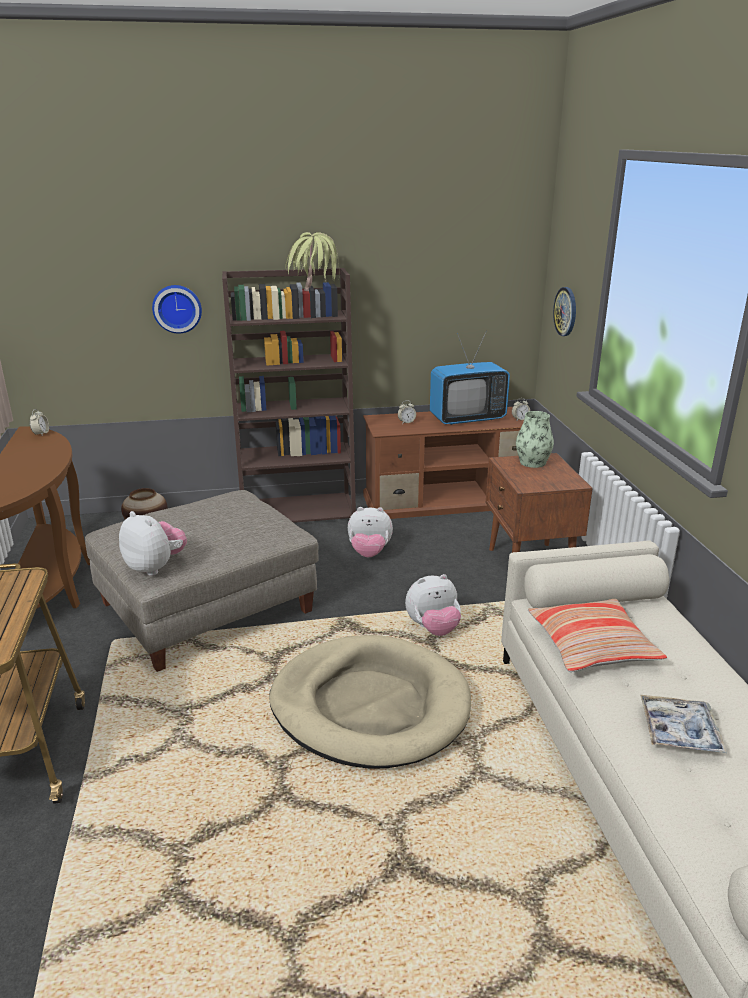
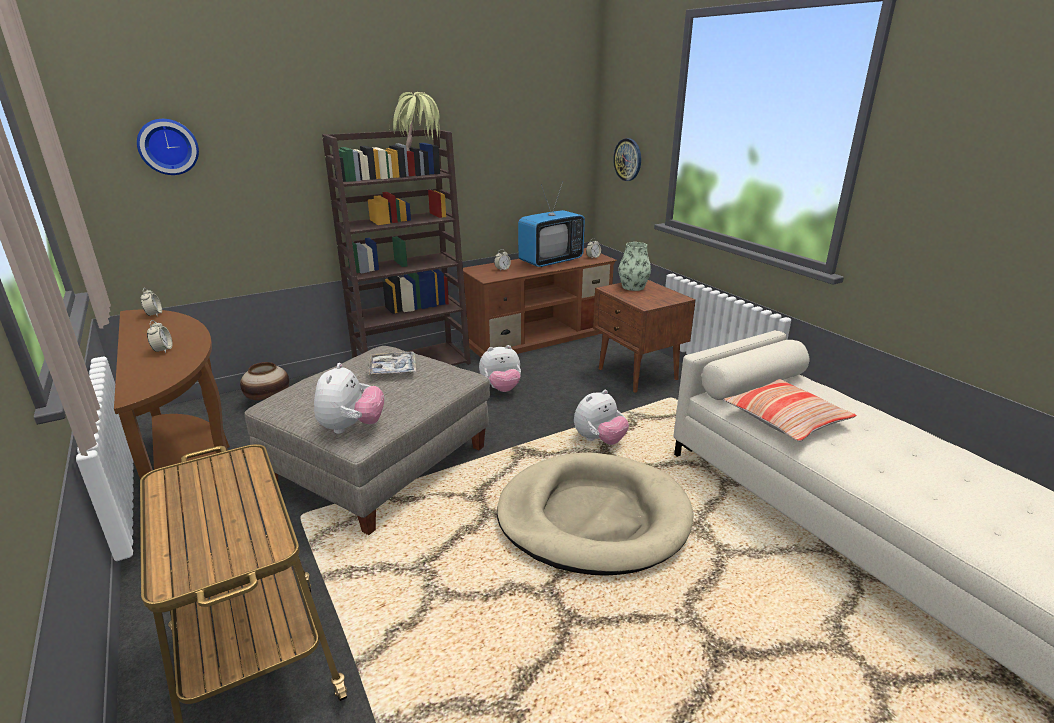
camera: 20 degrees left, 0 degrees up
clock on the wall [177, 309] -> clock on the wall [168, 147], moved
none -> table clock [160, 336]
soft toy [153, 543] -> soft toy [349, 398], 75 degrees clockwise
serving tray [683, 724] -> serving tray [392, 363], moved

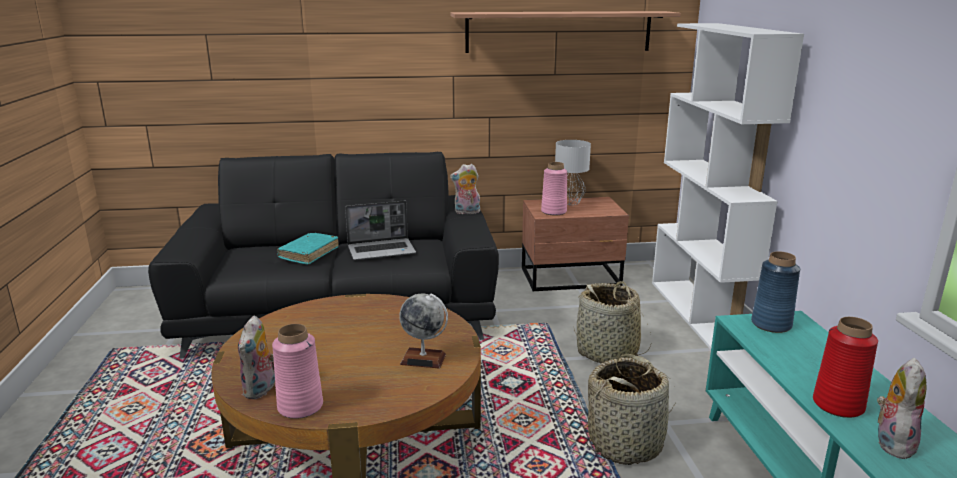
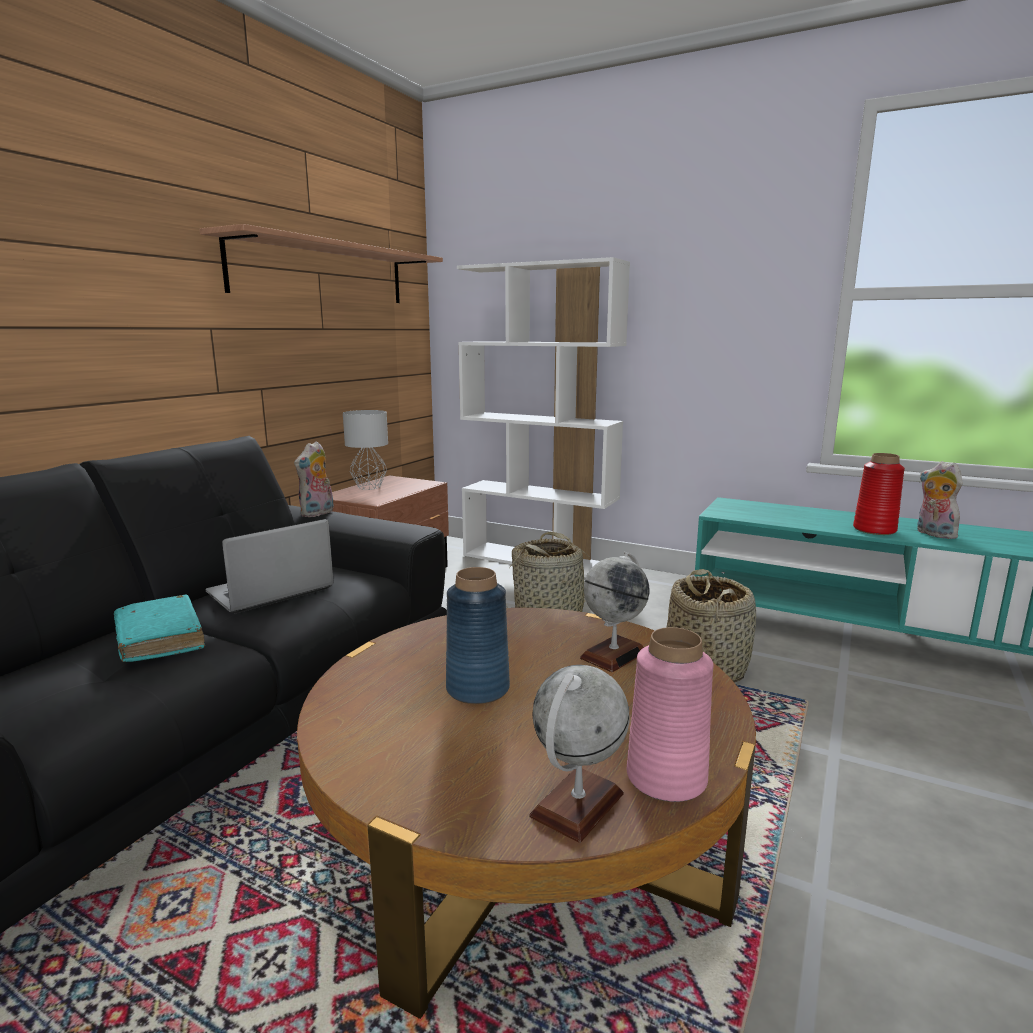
camera: 55 degrees left, 5 degrees down
laptop [380, 230] -> laptop [270, 566], 150 degrees counterclockwise
blue flower vase [775, 292] -> blue flower vase [478, 635], moved
soft toy [256, 357] -> desk globe [579, 754]
pink flower vase [554, 189] -> none

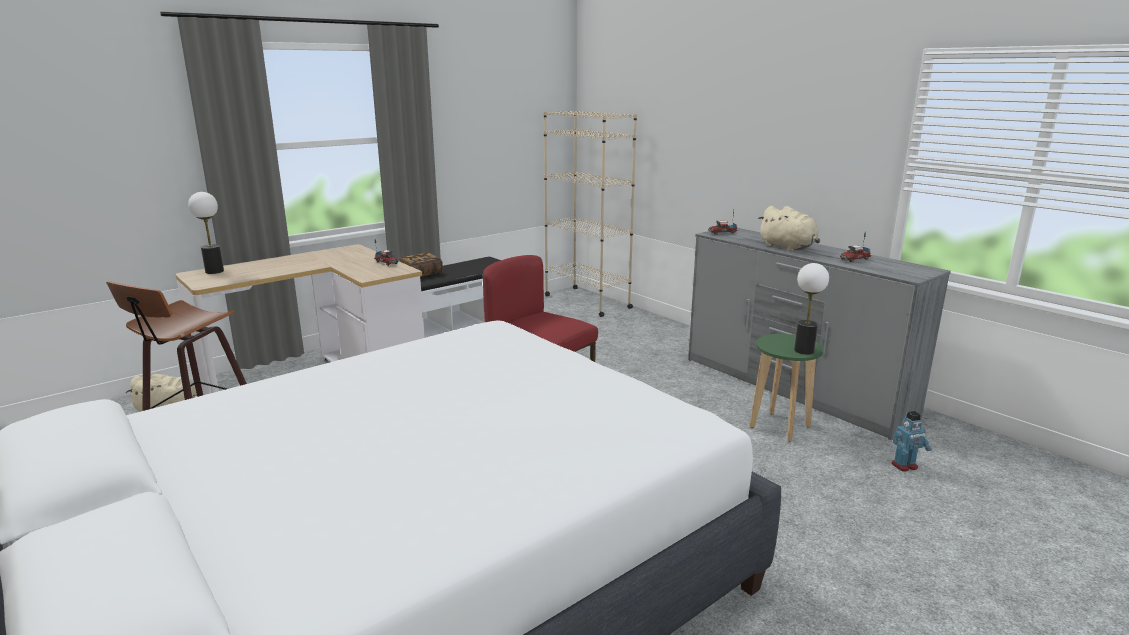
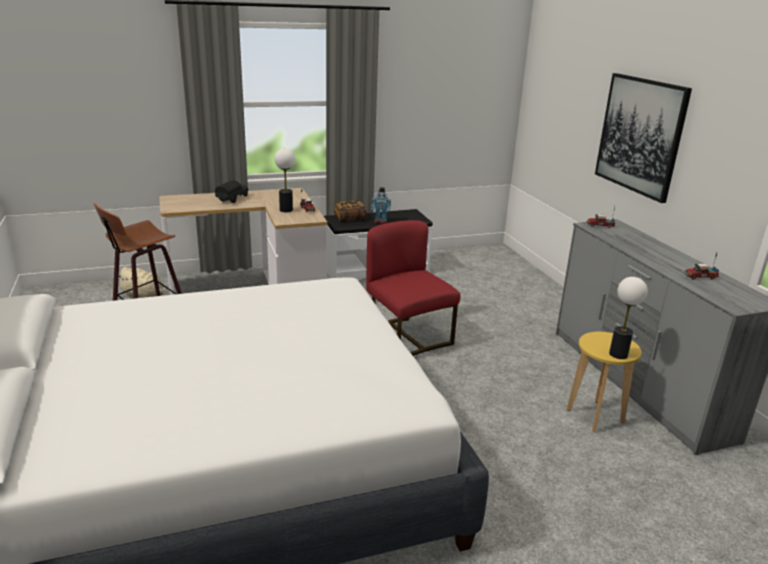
camera: 20 degrees right, 5 degrees up
none -> toy truck [232, 191]
table lamp [206, 233] -> table lamp [284, 180], moved
robot figure [911, 441] -> robot figure [381, 205], moved
green-coloured sitting stool [787, 388] -> yellow sitting stool [604, 382]
none -> picture [643, 138]
sand-coloured bookcase [590, 213] -> none
sand-coloured soft toy [789, 228] -> none

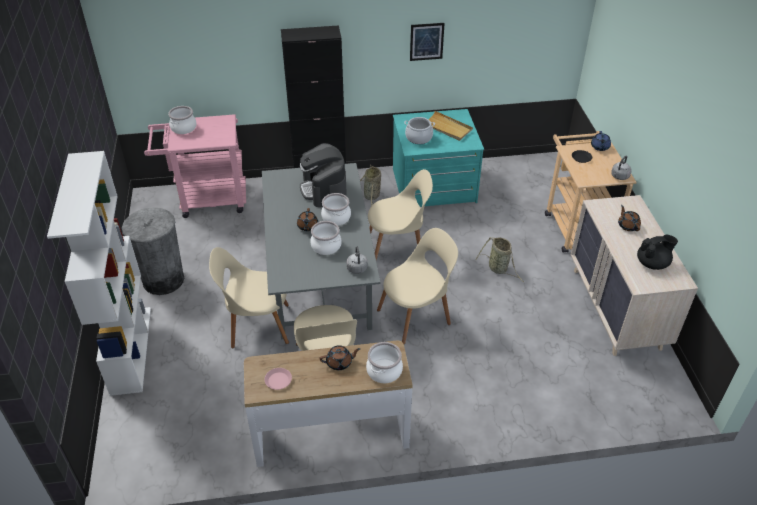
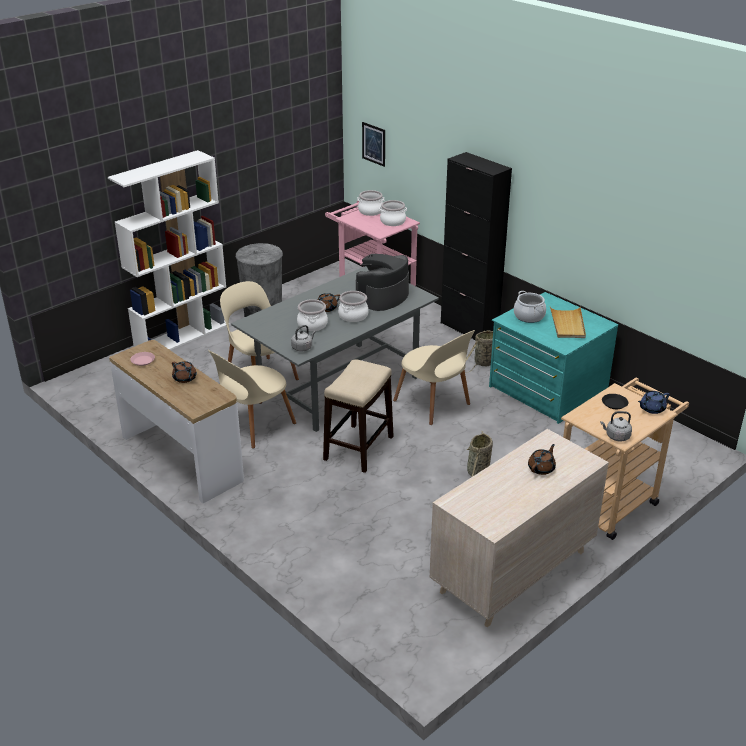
camera: 55 degrees right, 10 degrees down
sand-coloured plain chair [417, 286] -> sitting stool [358, 416]
picture [427, 42] -> picture [373, 144], moved
saucepot [384, 362] -> saucepot [393, 213], moved
black-coloured tea pot [657, 252] -> none

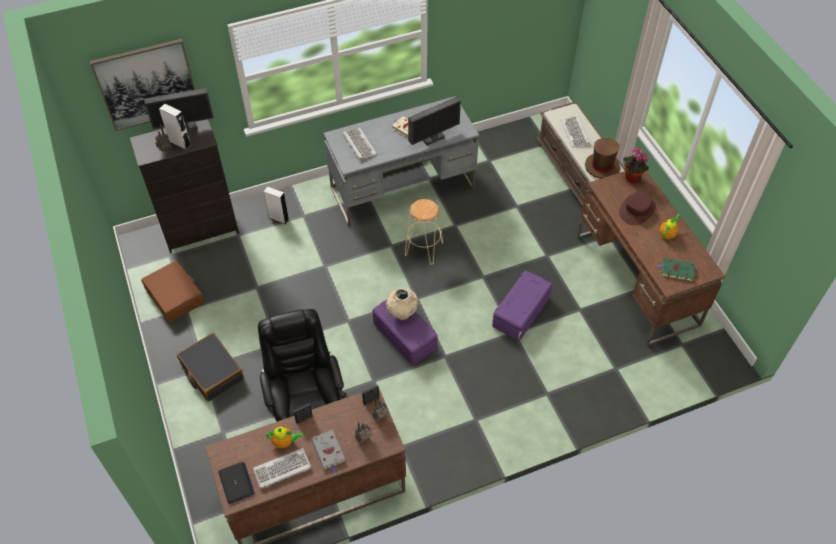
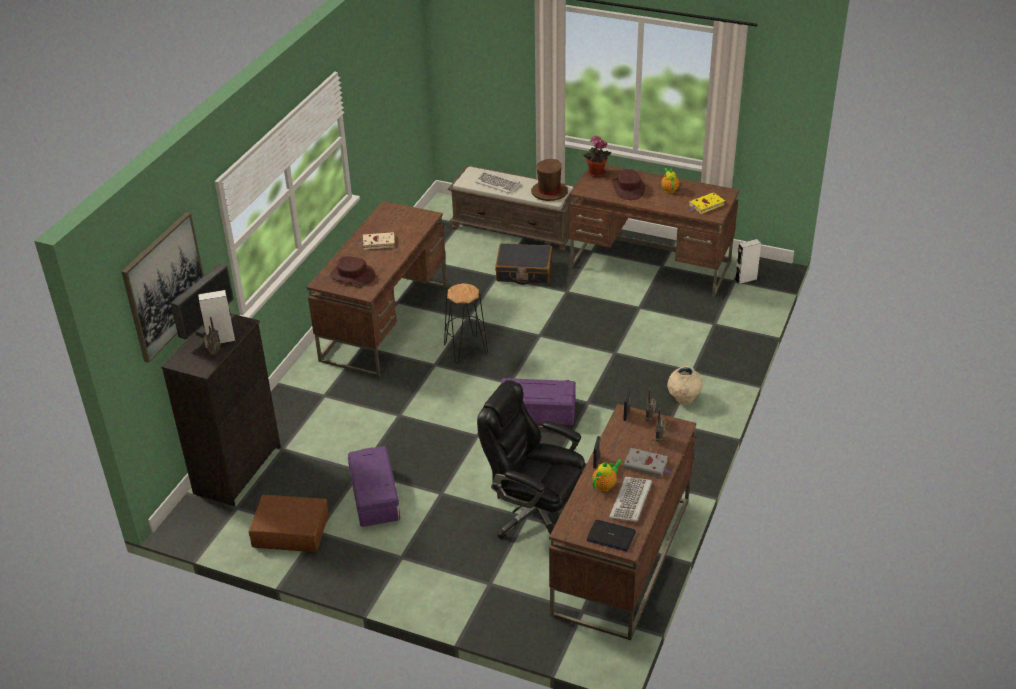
camera: 45 degrees left, 15 degrees down
grey desk table [401, 162] -> brownish desk table [377, 289]
PC keyboard [360, 143] -> brownish wearable hat [353, 270]
purplish storage box [522, 306] -> purplish storage box [374, 486], moved
sand-coloured sitting stool [424, 232] -> black-coloured sitting stool [466, 323]
black-coloured suitcase [210, 367] -> black-coloured suitcase [523, 264], moved
sand-coloured flower vase [402, 304] -> sand-coloured flower vase [684, 385], moved
green-coloured volume [675, 270] -> yellow volume [707, 203]
white-coloured audio speaker [276, 205] -> white-coloured audio speaker [748, 261], moved
monitor [434, 121] -> none

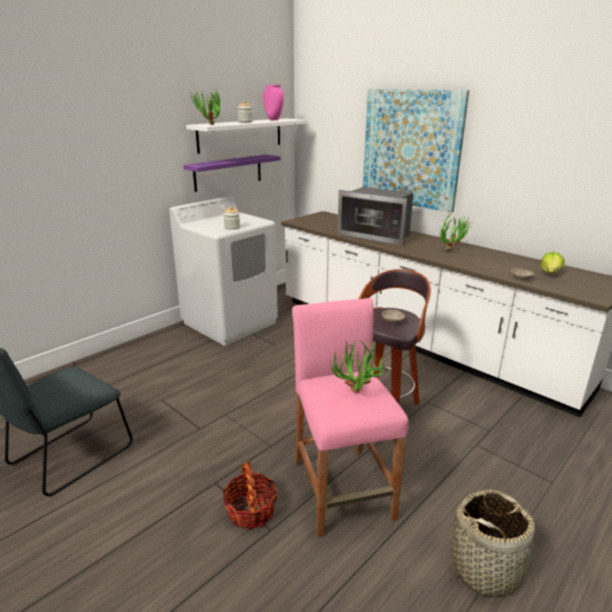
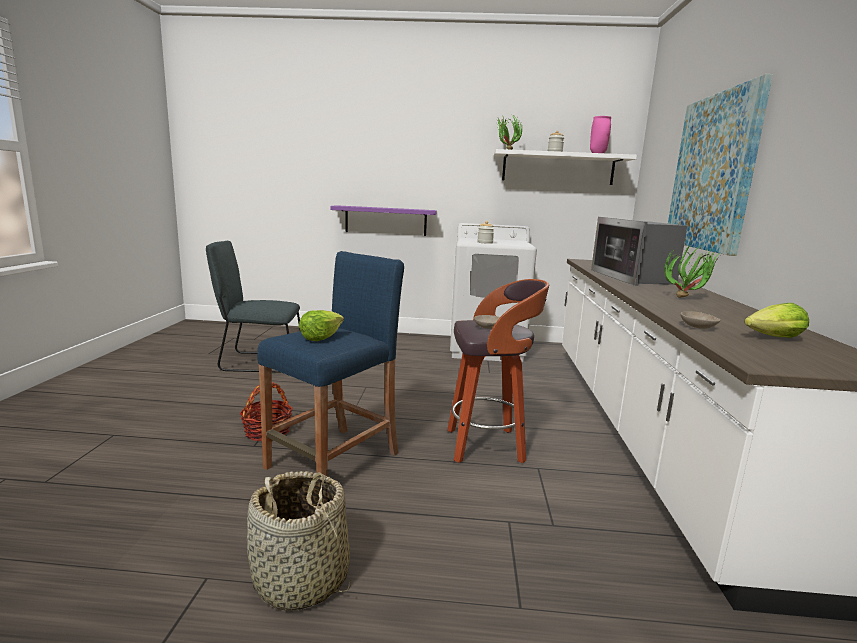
camera: 50 degrees right, 10 degrees down
pink sitting stool [350, 417] -> blue sitting stool [330, 363]
houseplant [358, 366] -> lettuce [321, 325]
purplish wall shelf [232, 173] -> purplish wall shelf [384, 220], moved

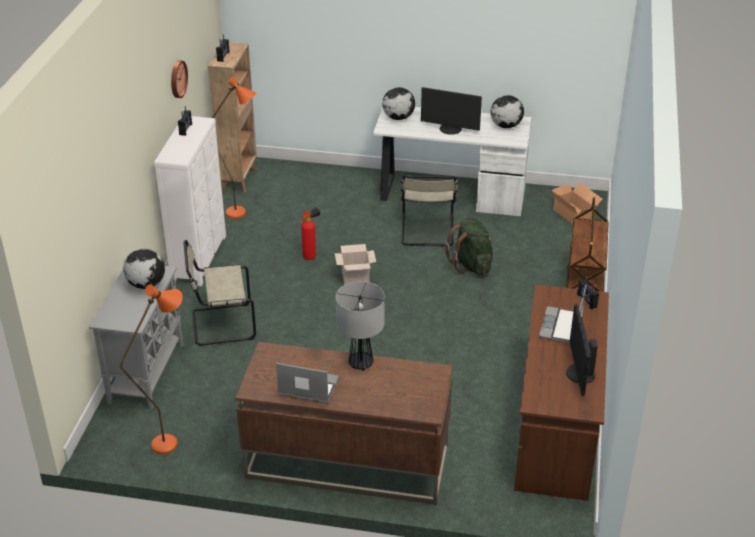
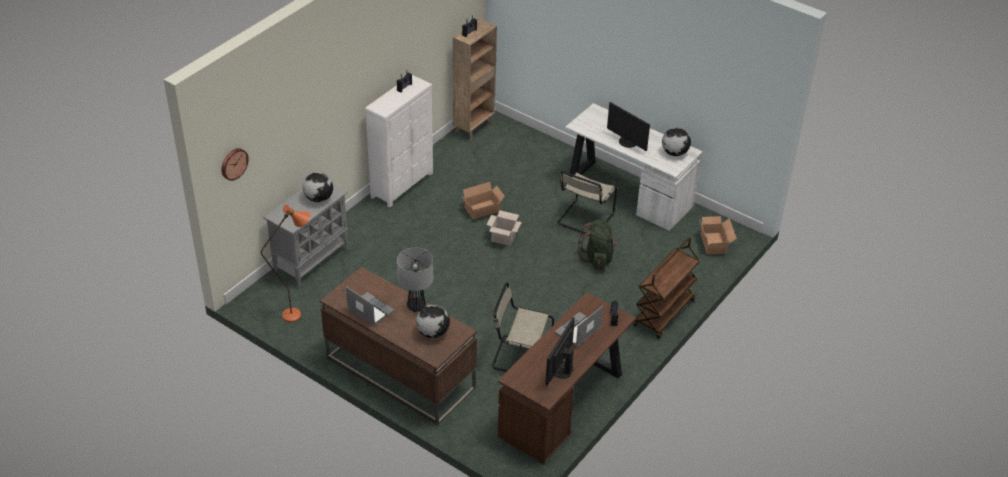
camera: 25 degrees right, 5 degrees up
clock on the wall [179, 79] -> clock on the wall [235, 164], moved
desk globe [398, 103] -> desk globe [433, 321], moved
fire extinguisher [310, 233] -> cardboard box [484, 201]
sand-coloured plain chair [220, 292] -> sand-coloured plain chair [523, 327], moved
orangey standard lamp [234, 147] -> none

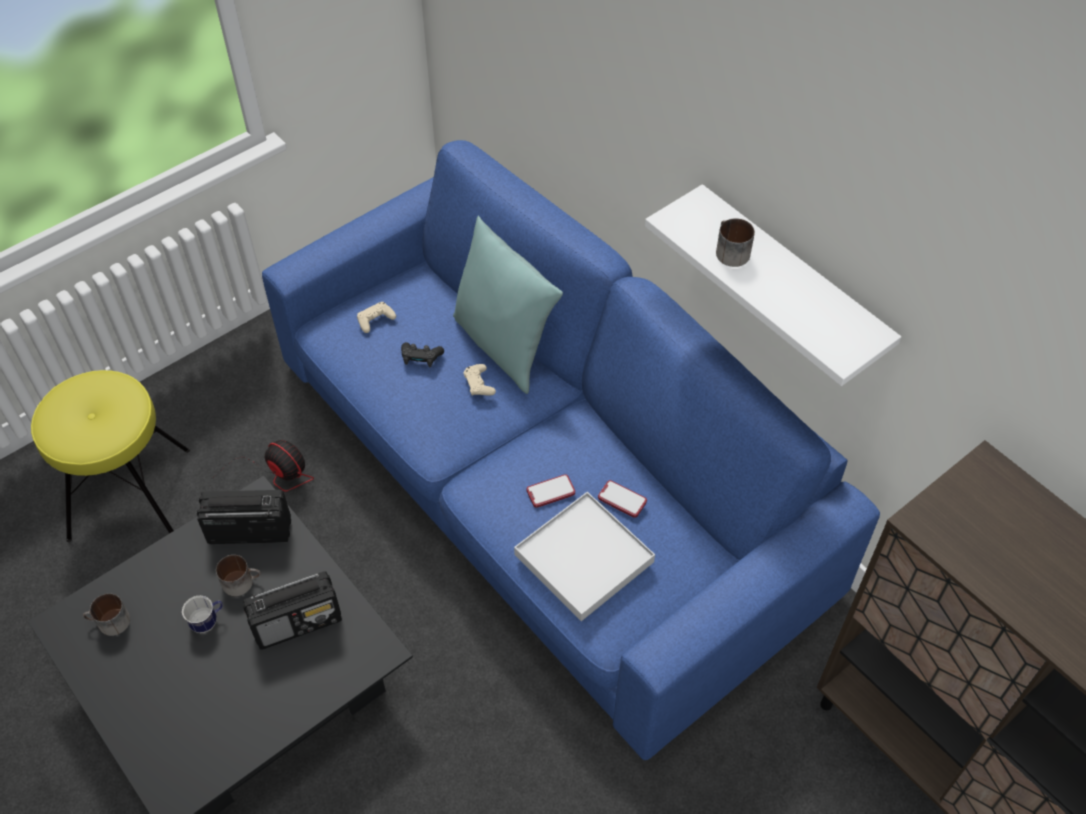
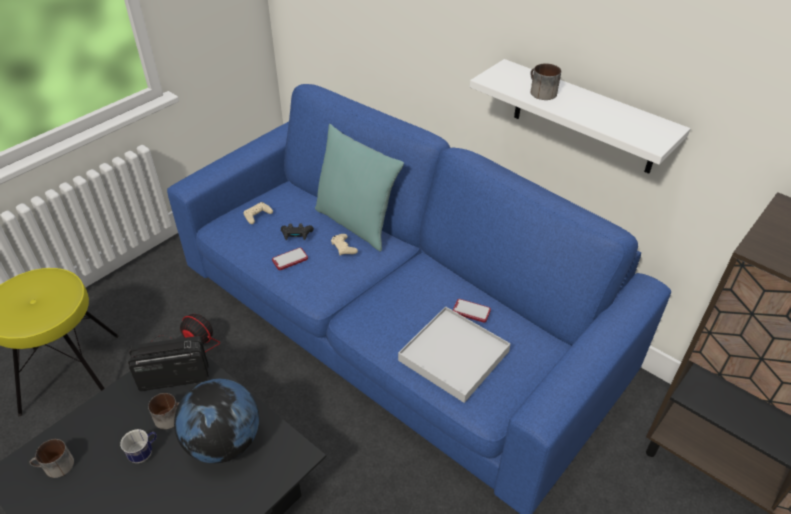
camera: 10 degrees left, 10 degrees down
radio receiver [292, 610] -> desk globe [216, 421]
telephone [551, 491] -> telephone [290, 259], moved

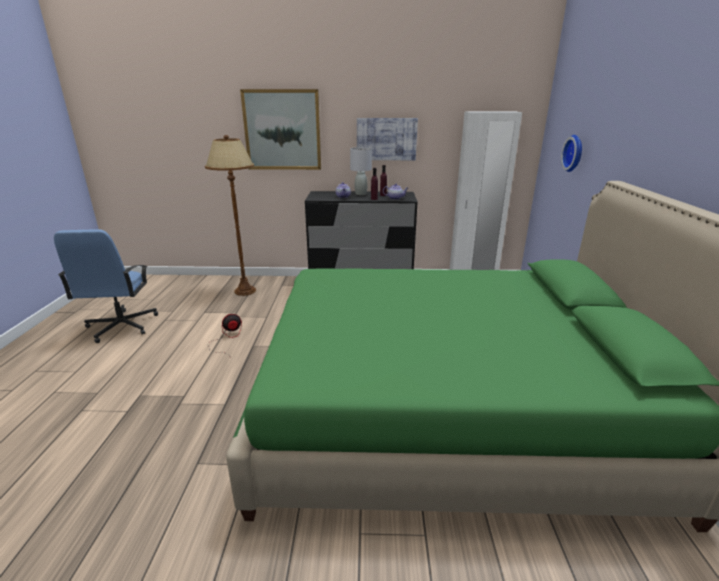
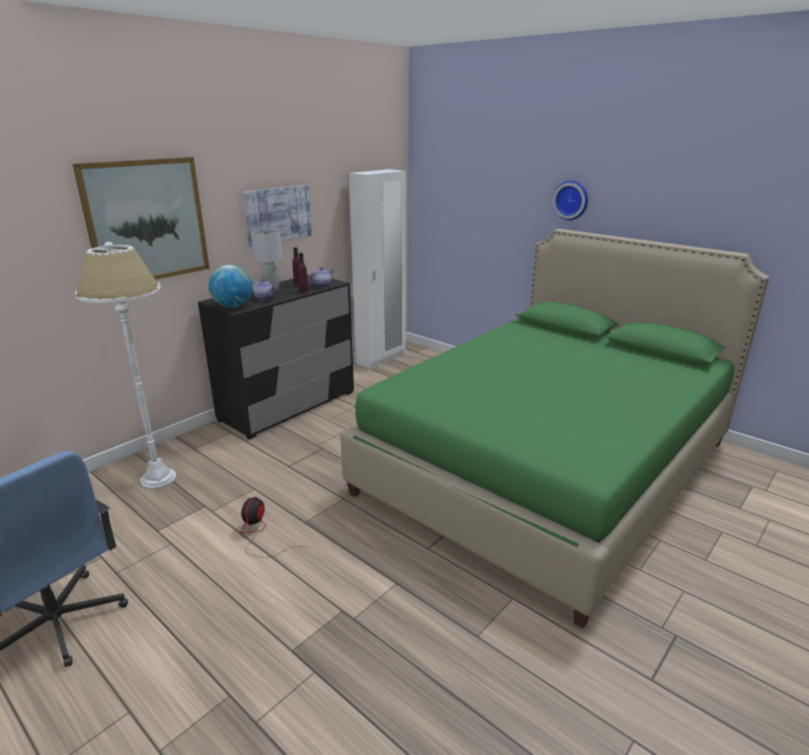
camera: 50 degrees left, 0 degrees up
brownish standard lamp [230, 215] -> white-coloured standard lamp [125, 365]
none -> desk globe [231, 286]
clock on the wall [571, 153] -> clock on the wall [570, 200], moved

